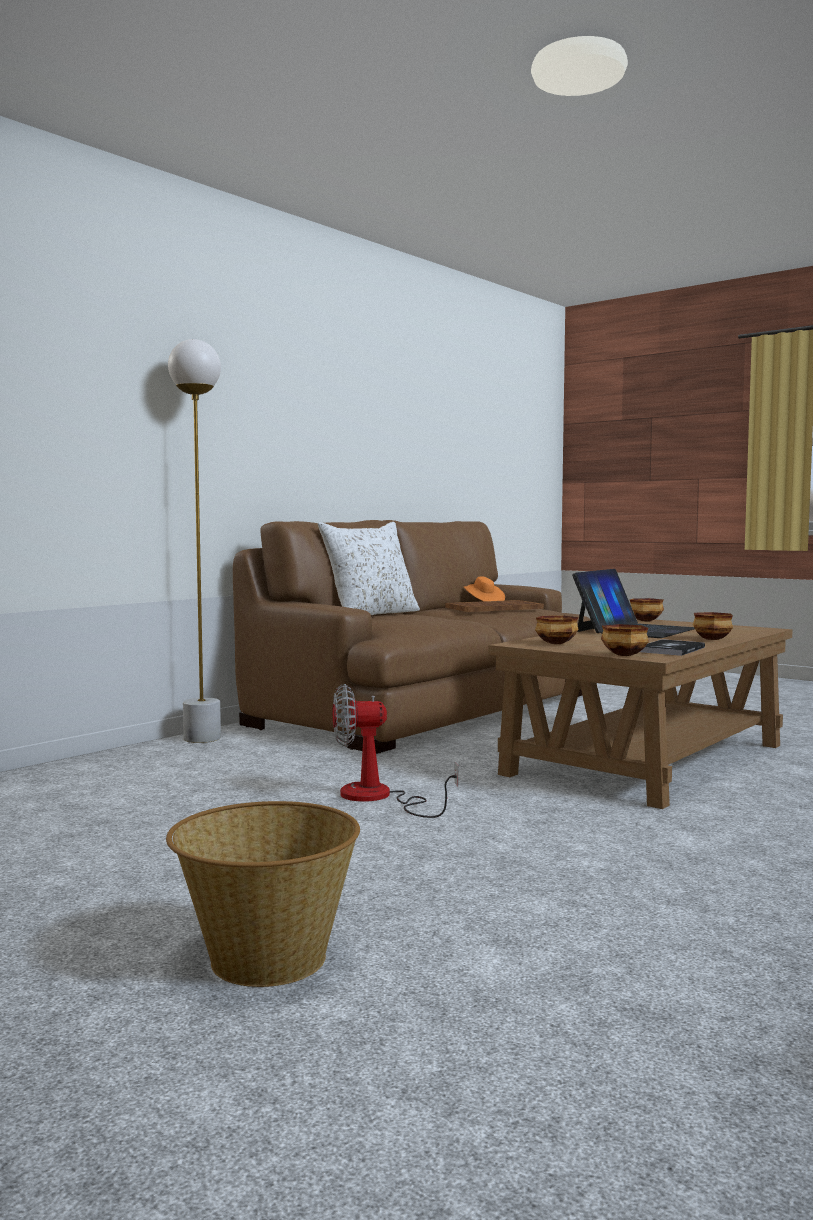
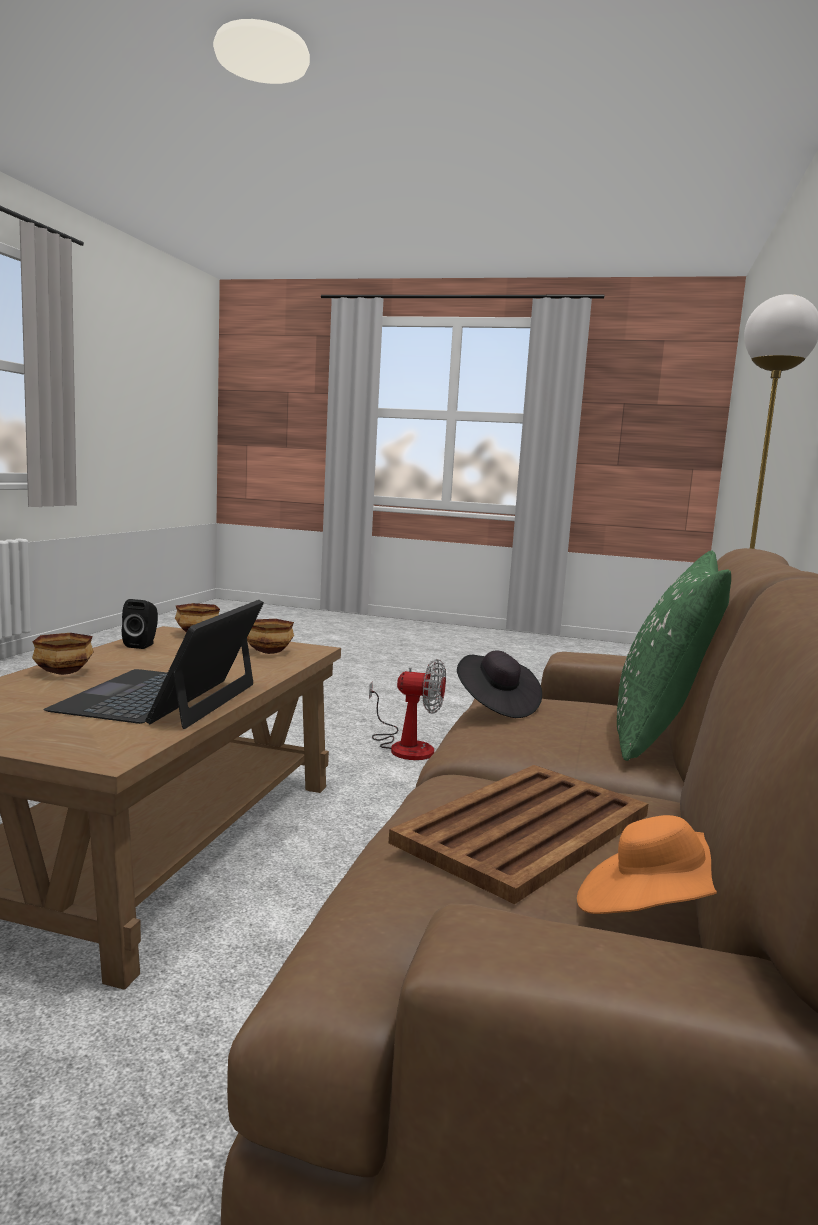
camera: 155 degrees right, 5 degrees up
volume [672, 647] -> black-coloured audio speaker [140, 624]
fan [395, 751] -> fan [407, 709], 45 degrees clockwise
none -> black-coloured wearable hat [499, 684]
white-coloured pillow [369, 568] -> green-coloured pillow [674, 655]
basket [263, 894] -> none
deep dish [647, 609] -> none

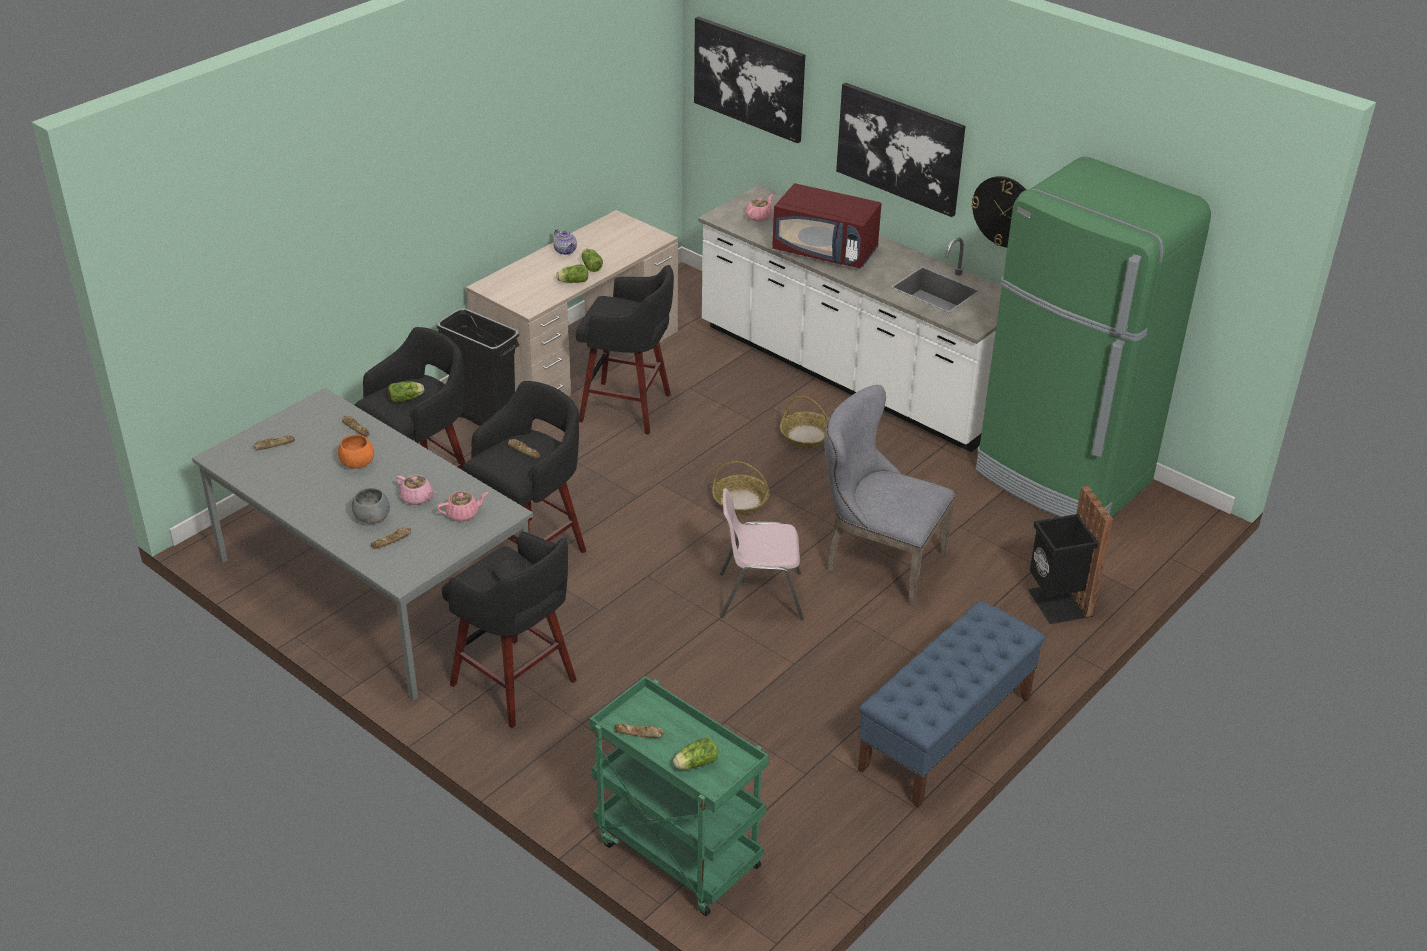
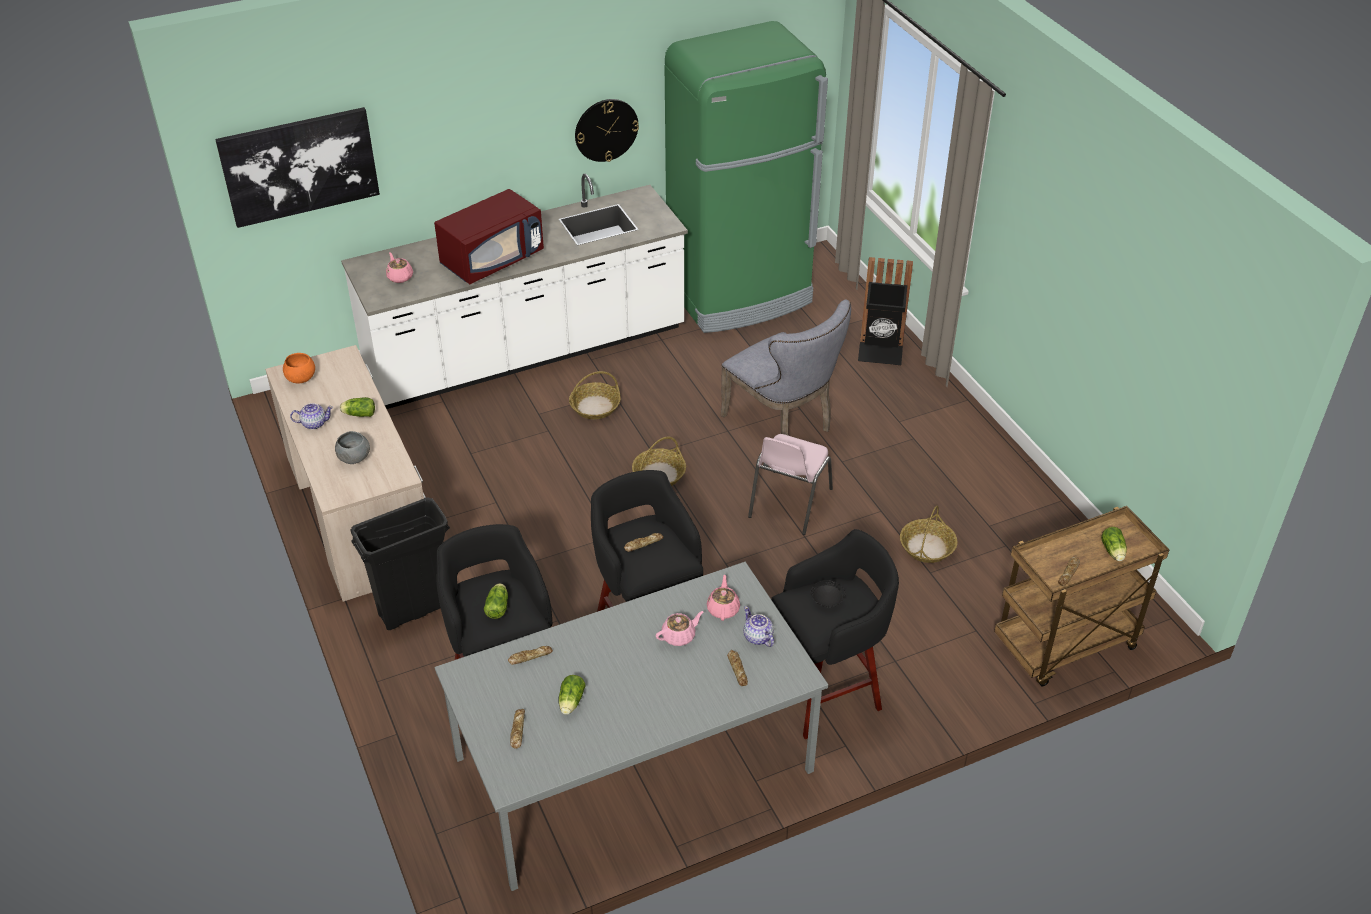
camera: 65 degrees left, 5 degrees up
orangey deep dish [356, 452] -> orangey deep dish [299, 368], moved
grey deep dish [371, 506] -> grey deep dish [352, 447], moved
lettuce [572, 273] -> lettuce [571, 695], moved
grey plain chair [890, 496] -> grey plain chair [786, 367], 90 degrees counterclockwise
none -> tea pot [758, 626]
none -> basket [928, 534]
green-coloured trolley [679, 796] -> brownish trolley [1082, 596]
black-coloured sitting stool [625, 350] -> none
picture [901, 150] -> none
blue bench [951, 704] -> none

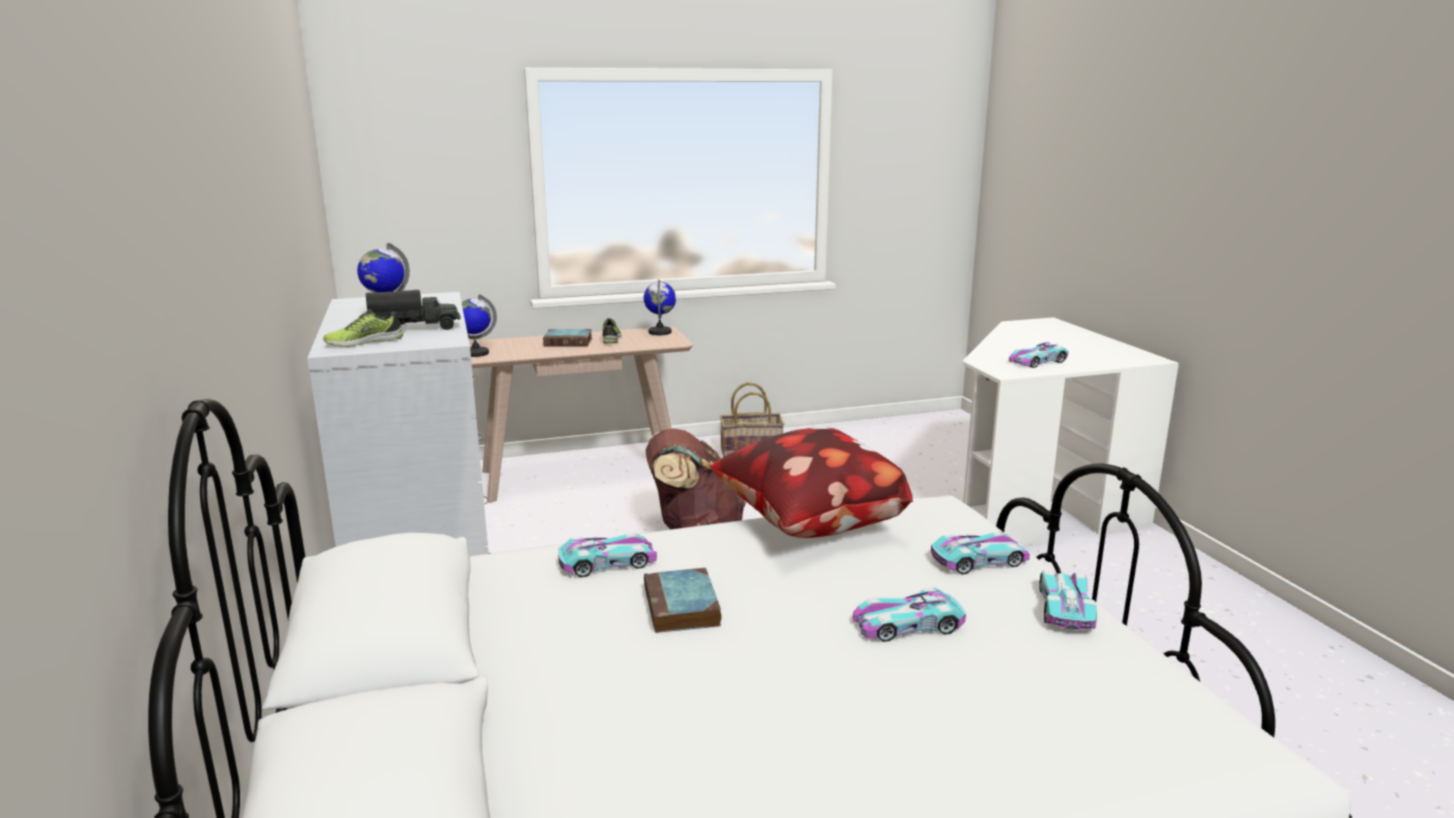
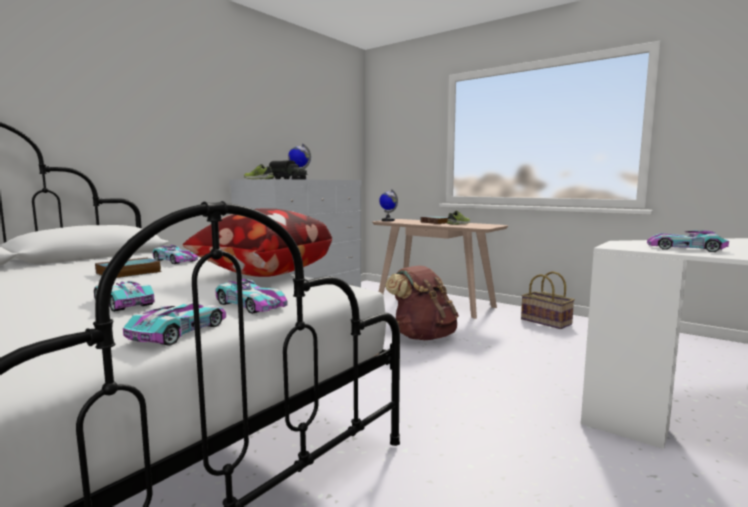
camera: 55 degrees right, 10 degrees down
model car [1068, 600] -> model car [174, 324], 45 degrees counterclockwise
desk globe [660, 307] -> none

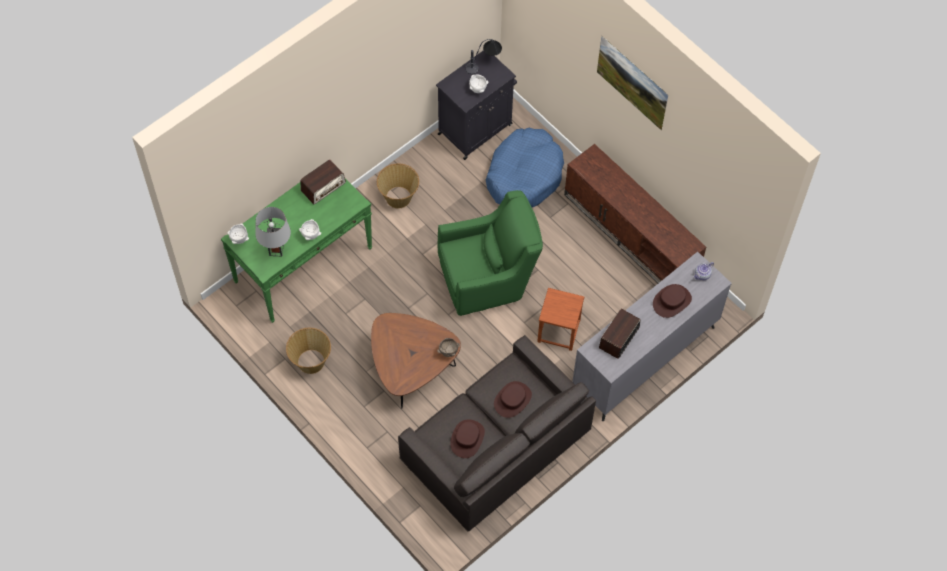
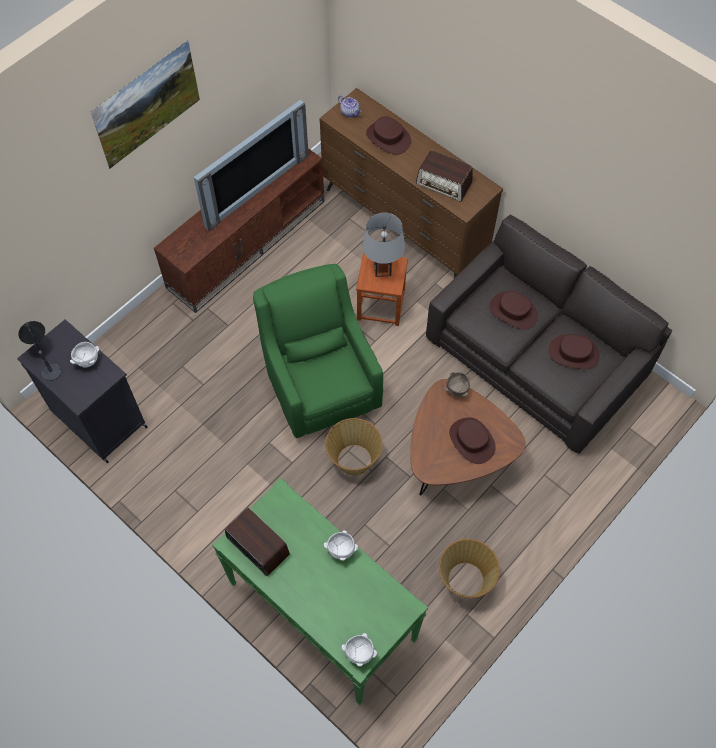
camera: 95 degrees left, 0 degrees up
none -> television [251, 165]
grey drawer chest [652, 336] -> brownish drawer chest [411, 183]
basket [398, 185] -> basket [353, 447], moved
grey table lamp [273, 231] -> grey table lamp [384, 244], moved
none -> brownish wearable hat [472, 440]
blue pet bed [525, 167] -> none

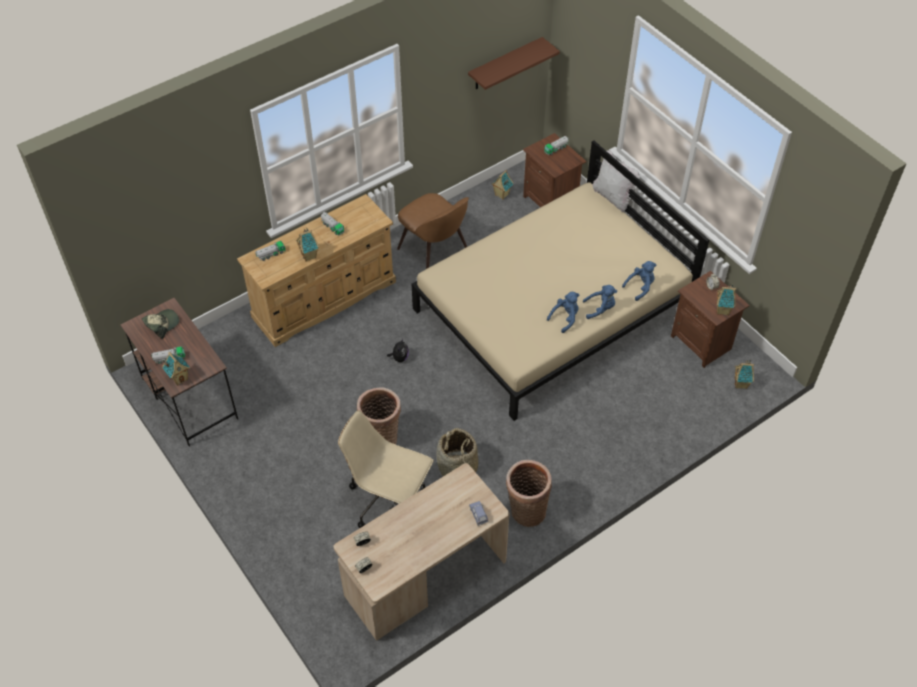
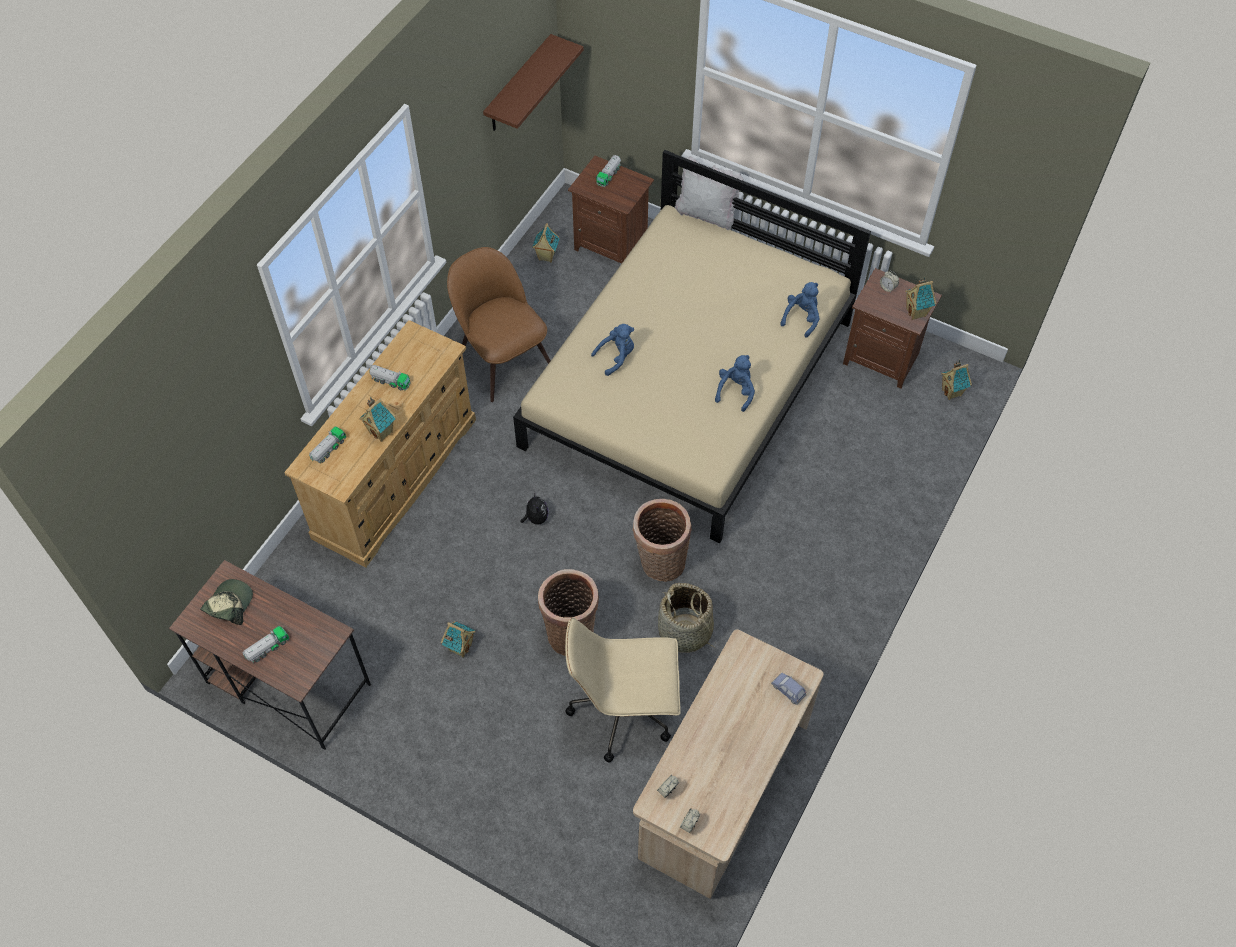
camera: 25 degrees left, 5 degrees up
miniature house [176, 369] -> miniature house [458, 639], moved
brownish plain chair [433, 231] -> brownish plain chair [499, 324], 150 degrees counterclockwise
blue soft toy [600, 302] -> blue soft toy [612, 350], moved
basket [529, 493] -> basket [662, 540], moved

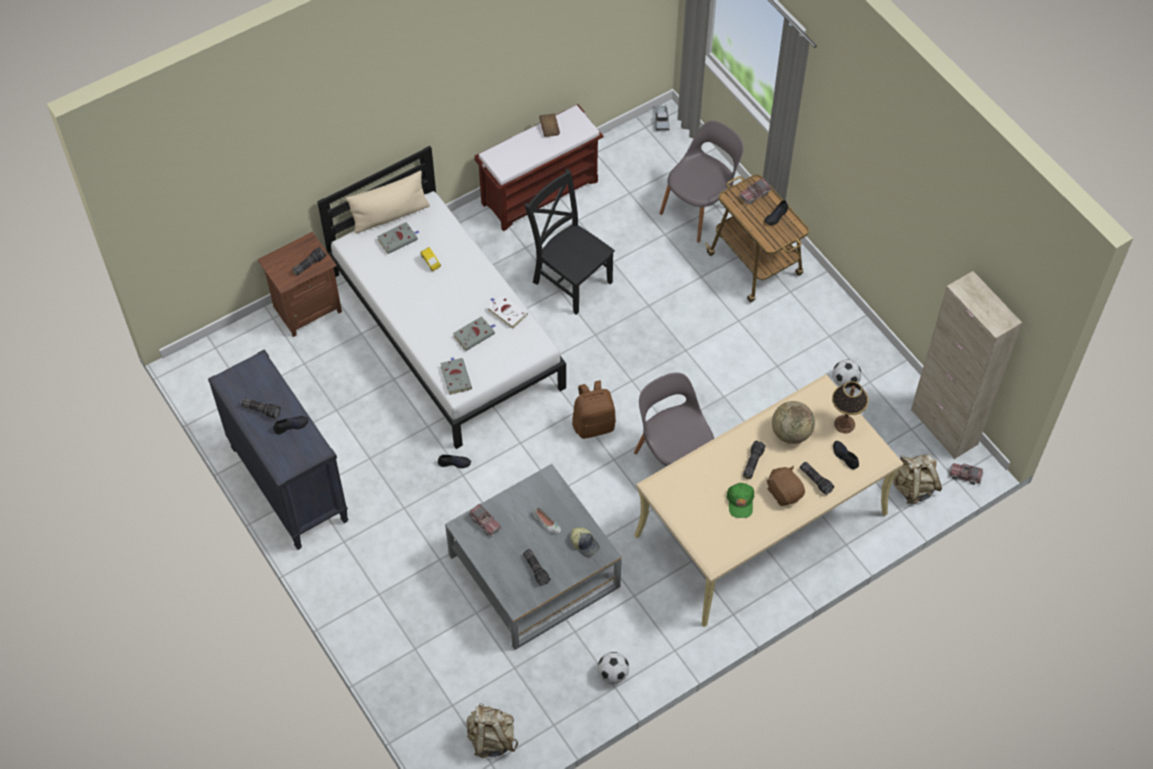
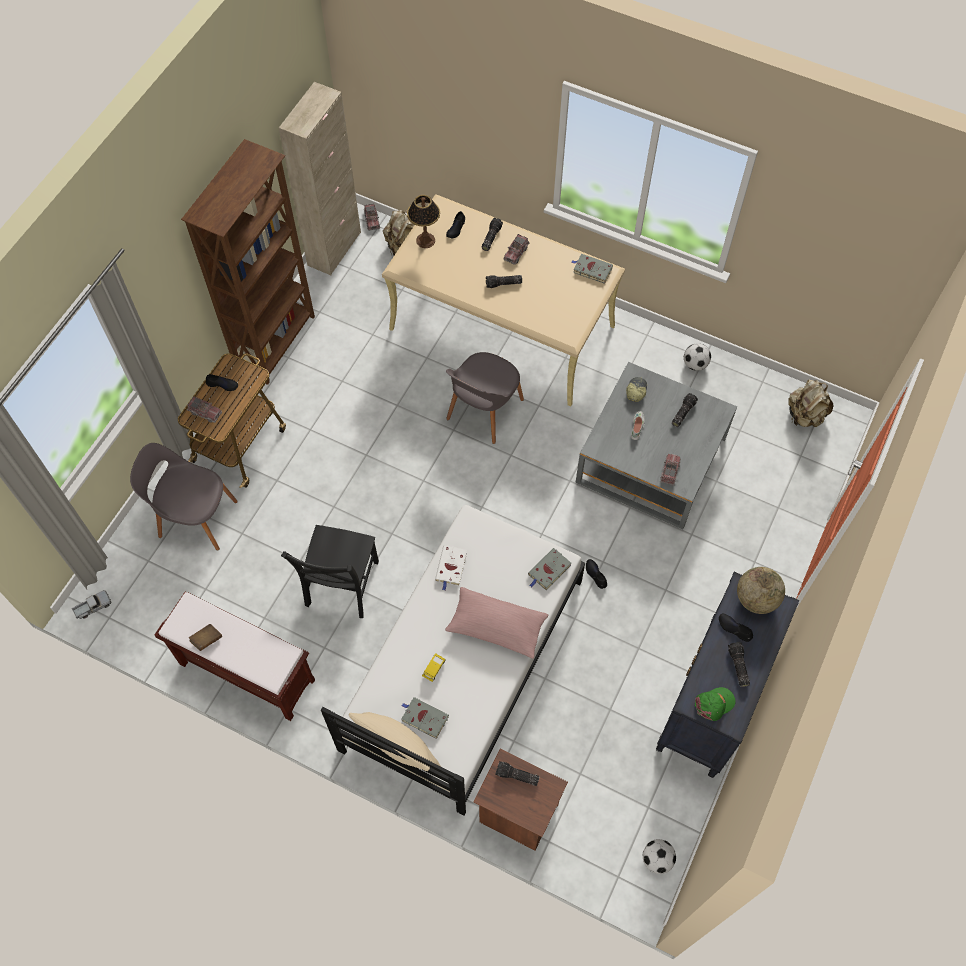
camera: 120 degrees left, 5 degrees up
none -> brownish bookcase [248, 262]
none -> pink pillow [496, 623]
brownish soft toy [786, 486] -> toy truck [517, 249]
grey volume [474, 333] -> grey volume [592, 269], moved
football ball [846, 374] -> football ball [659, 856], moved
green-coloured baseball cap [740, 500] -> green-coloured baseball cap [715, 704], moved
desk globe [793, 422] -> desk globe [761, 590], moved
brownish backpack [594, 409] -> none

